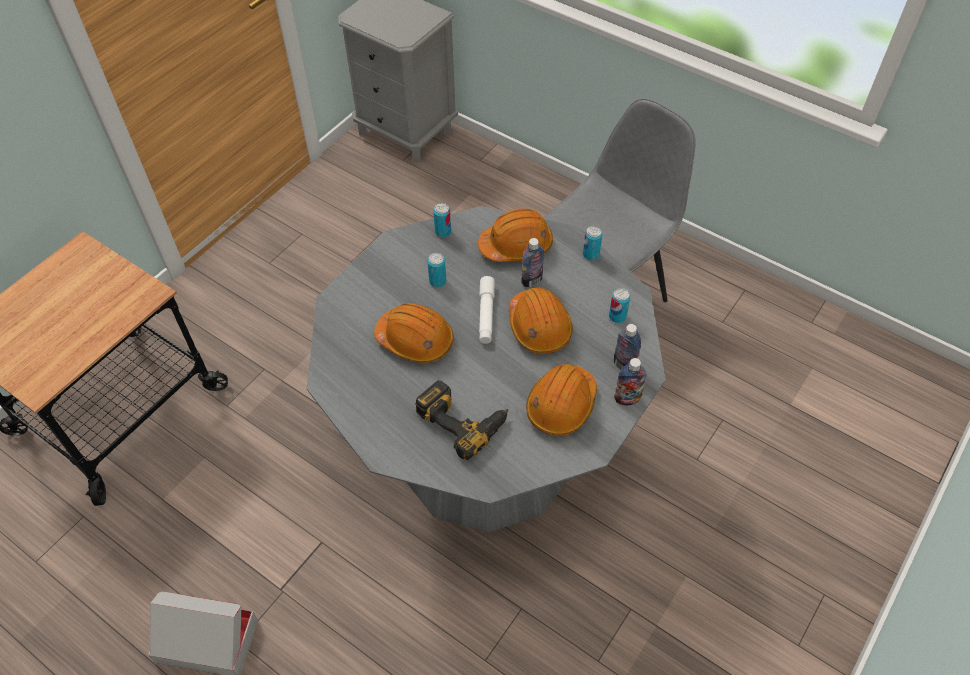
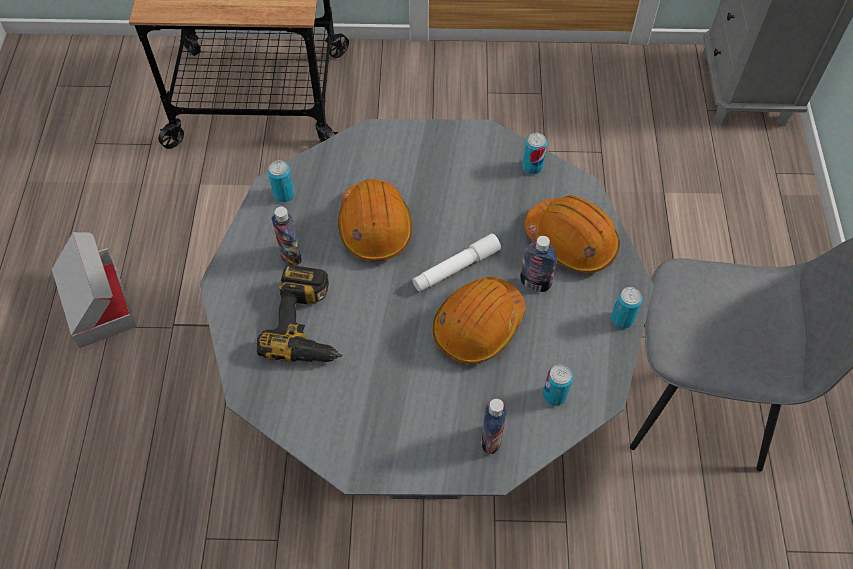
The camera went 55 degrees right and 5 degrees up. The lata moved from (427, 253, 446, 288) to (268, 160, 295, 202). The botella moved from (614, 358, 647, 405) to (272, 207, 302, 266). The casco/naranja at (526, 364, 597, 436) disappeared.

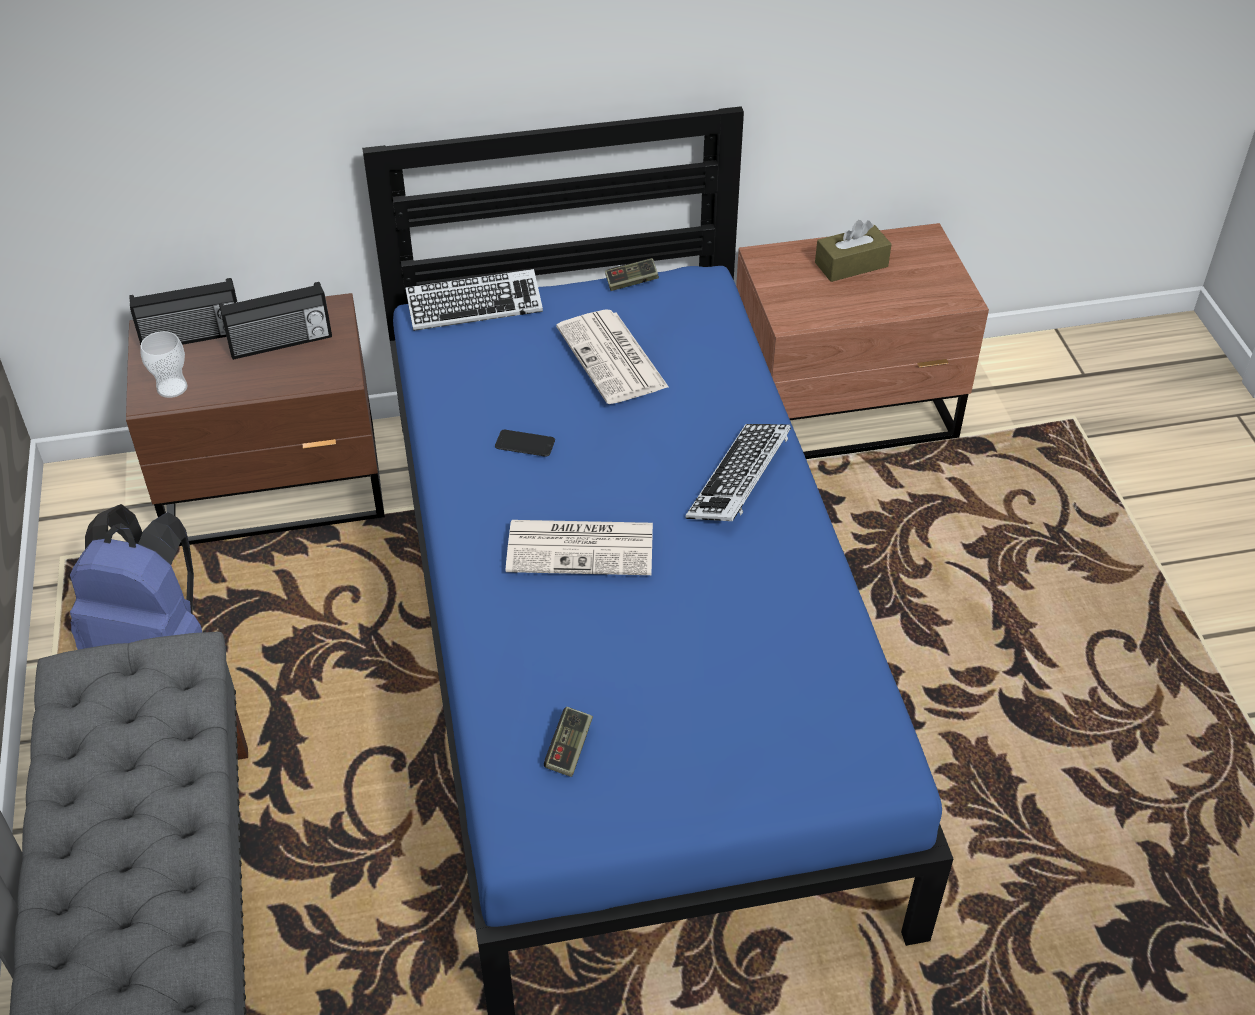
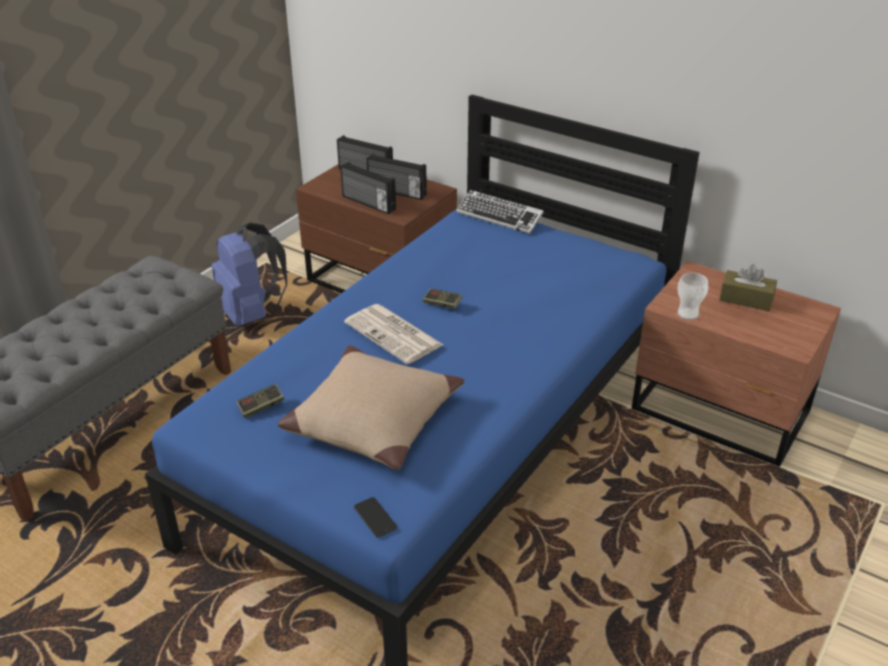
The camera went 45 degrees right and 10 degrees down. The mando de consola moved from (605, 258, 659, 291) to (423, 289, 462, 309). The periódico at (556, 309, 669, 404) disappeared. The taza moved from (140, 331, 188, 398) to (677, 273, 709, 320). The teclado at (686, 424, 791, 521) disappeared. The móvil moved from (495, 430, 555, 457) to (354, 497, 397, 538). The radio at (340, 162, 396, 214) appeared. The cojín/beis at (278, 345, 464, 470) appeared.

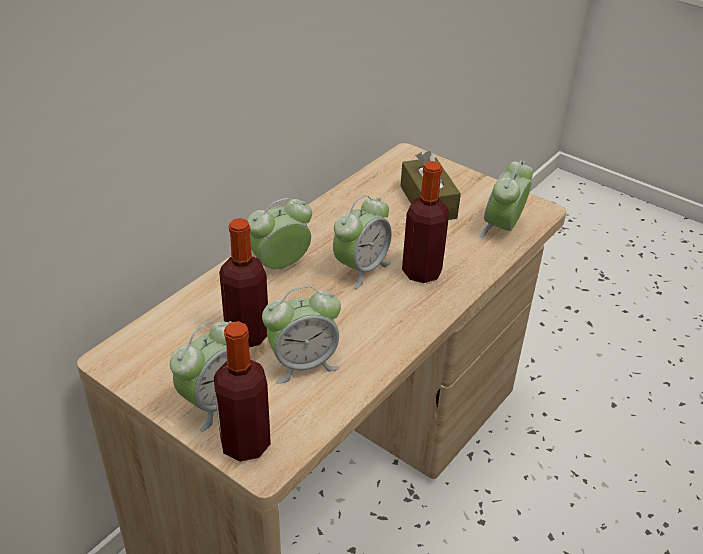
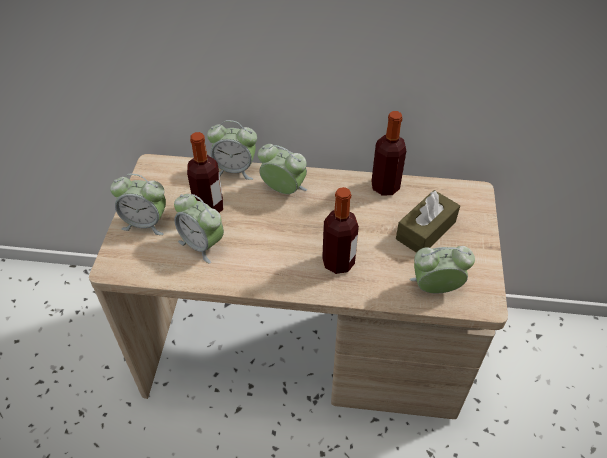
The camera went 60 degrees right and 10 degrees up. The despertador moved from (333, 195, 392, 289) to (207, 120, 257, 180). The botella moved from (214, 321, 271, 462) to (371, 111, 406, 195).

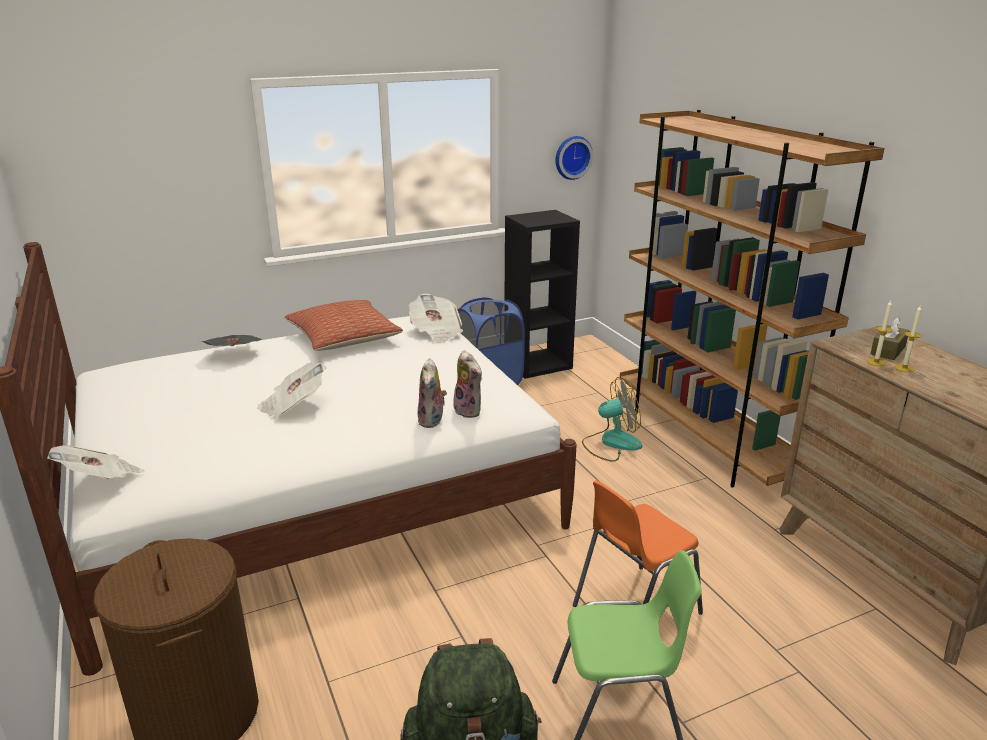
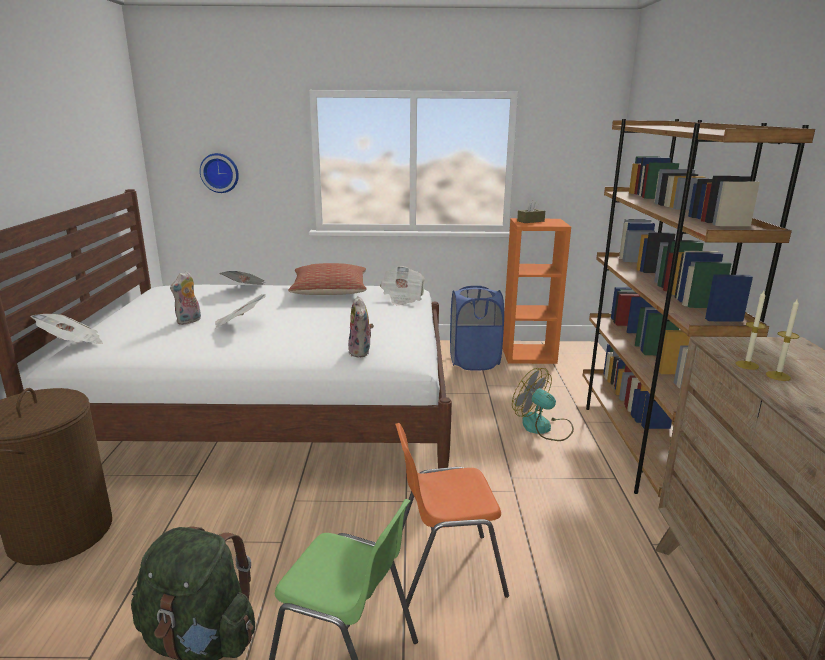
The camera went 25 degrees right and 5 degrees down. The reloj de pared moved from (555, 136, 593, 180) to (200, 153, 239, 193). The estantería/negro at (505, 210, 580, 379) became the estantería/naranja at (502, 218, 571, 364). The caja de pañuelos/marrón moved from (870, 317, 910, 360) to (517, 200, 545, 223). The peluche moved from (418, 358, 447, 428) to (170, 271, 201, 325). The ventilador at (582, 377, 643, 462) turned 150 degrees counterclockwise.

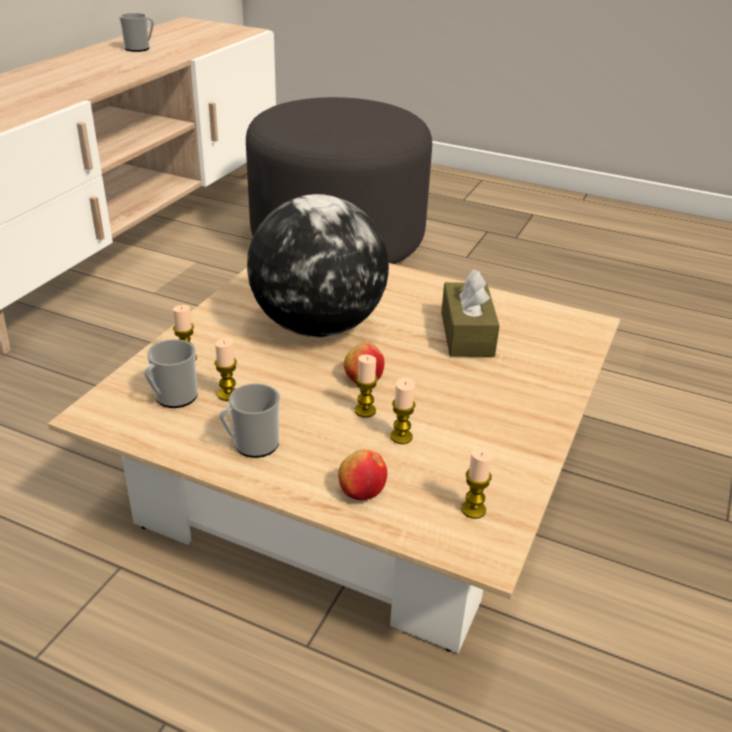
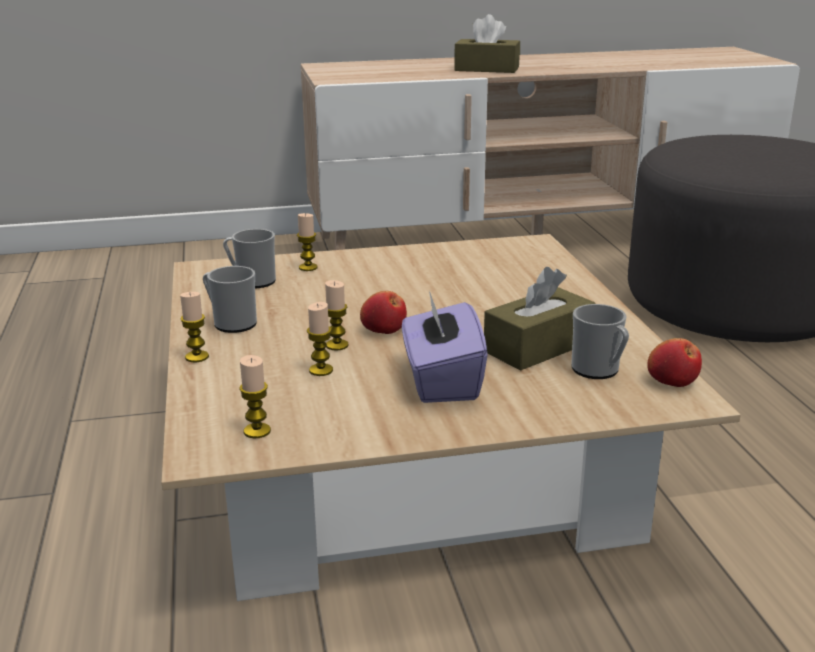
The camera went 55 degrees right and 10 degrees down. The taza grande moved from (119, 13, 154, 52) to (571, 304, 629, 379). The globo terráqueo at (247, 194, 389, 337) disappeared. The vela moved from (215, 338, 237, 401) to (180, 292, 209, 362). The manzana moved from (338, 449, 387, 500) to (647, 338, 702, 387). The caja de pañuelos/marrón at (454, 14, 520, 73) appeared. The caja de pañuelos/morado at (402, 291, 488, 403) appeared.

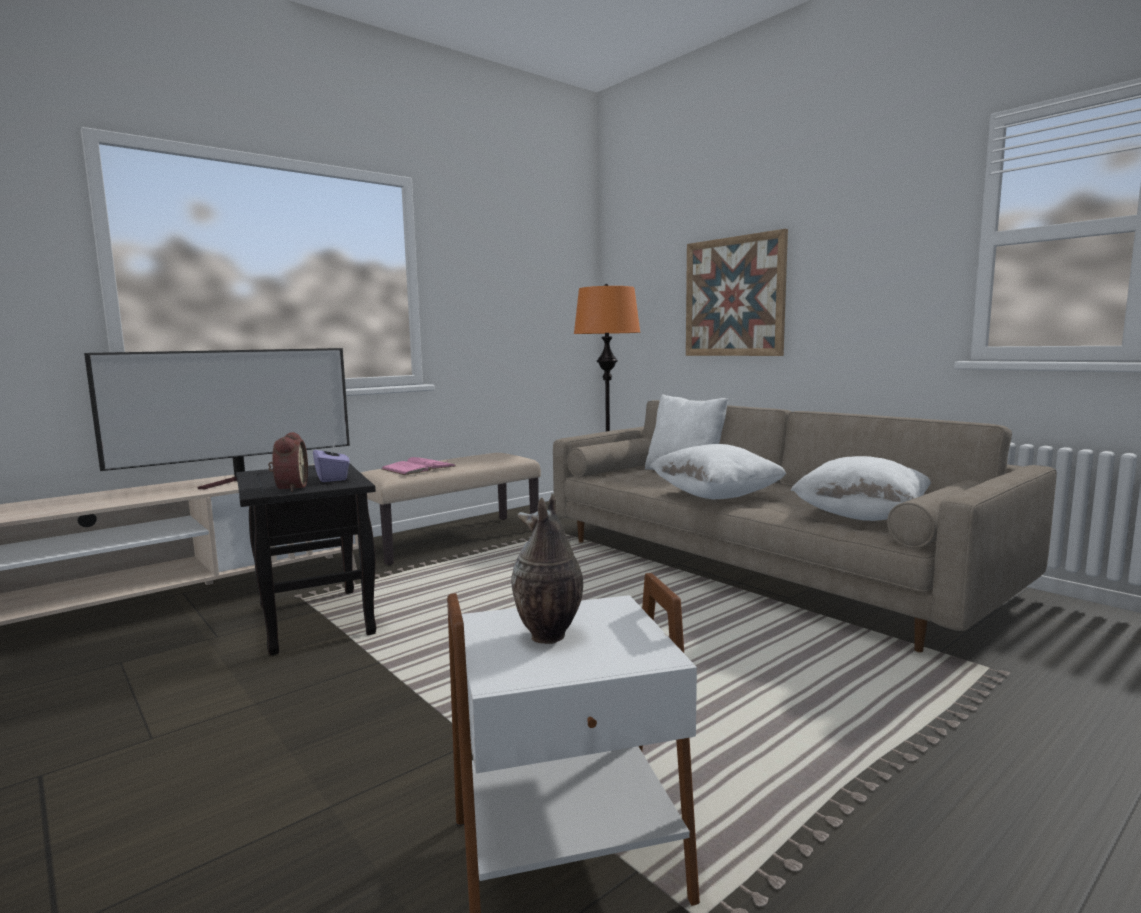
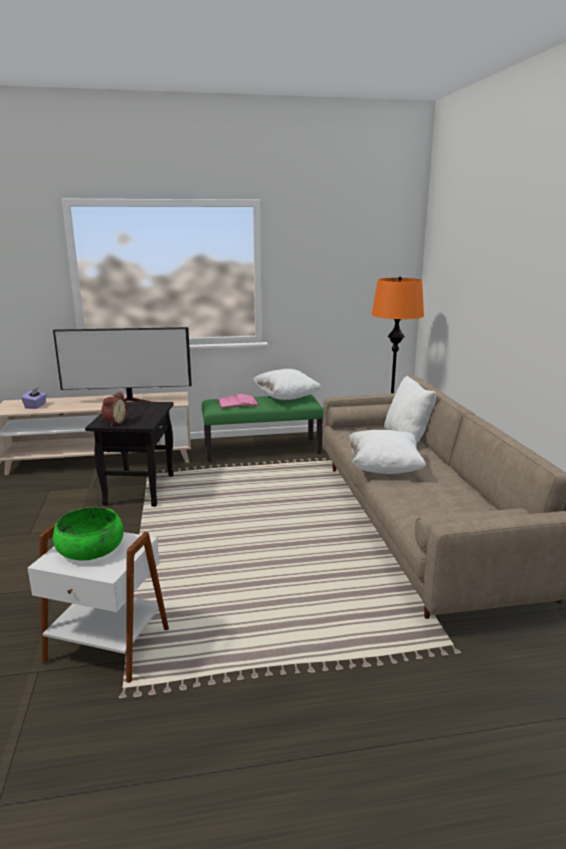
The camera went 30 degrees right and 10 degrees up. The cuadro at (686, 229, 788, 356) disappeared. The caja de pañuelos/morado moved from (313, 441, 350, 482) to (21, 388, 47, 409). The banco/beis at (358, 453, 541, 565) became the banco/verde at (202, 395, 323, 462). The cojín/blanco moved from (790, 456, 931, 521) to (253, 369, 321, 400). The florero at (511, 493, 583, 644) was replaced by the cuenco/verde at (53, 507, 124, 561).

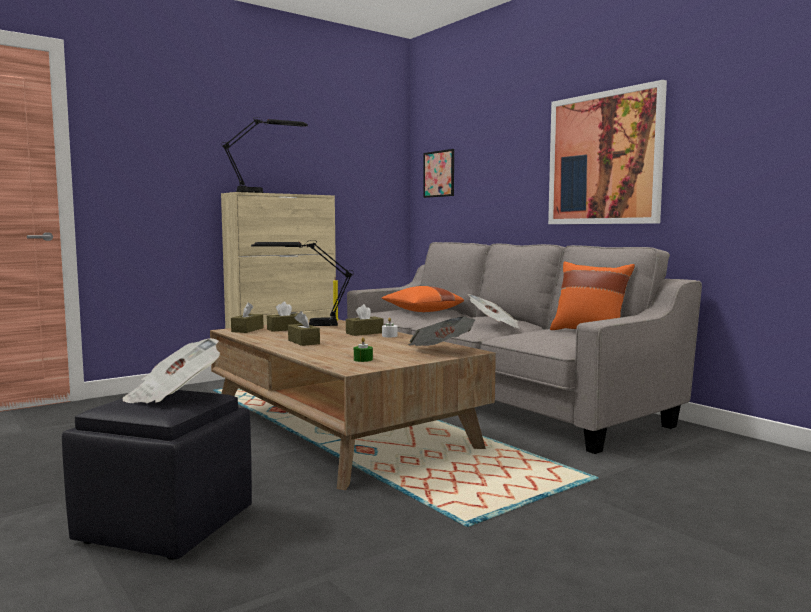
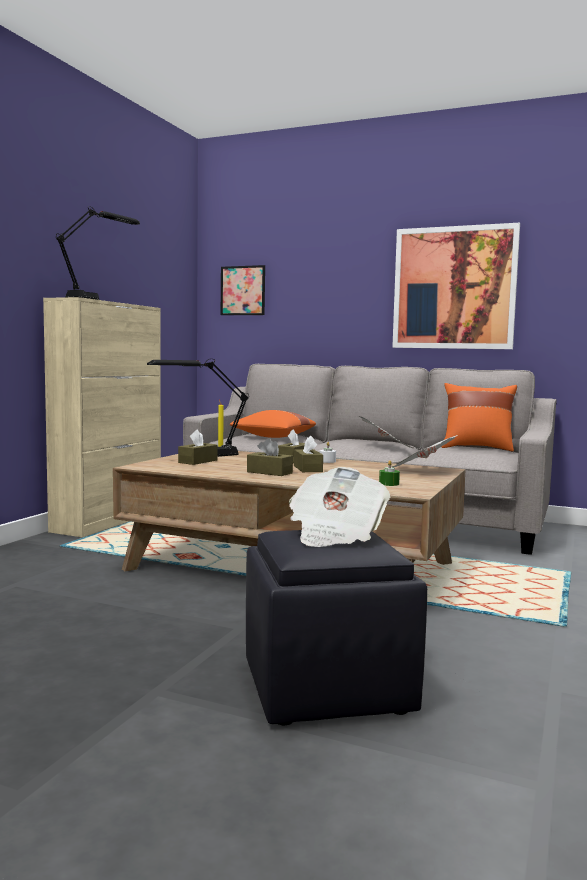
The camera went 30 degrees left and 0 degrees up. The caja de pañuelos/marrón moved from (231, 302, 264, 333) to (294, 435, 323, 472).

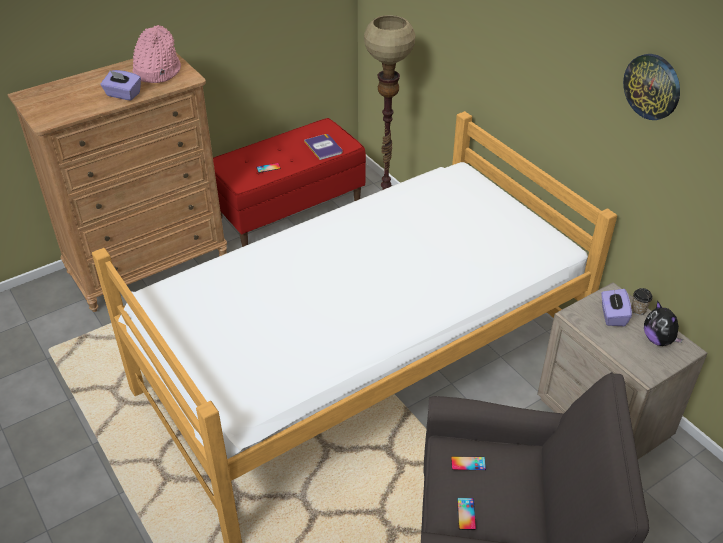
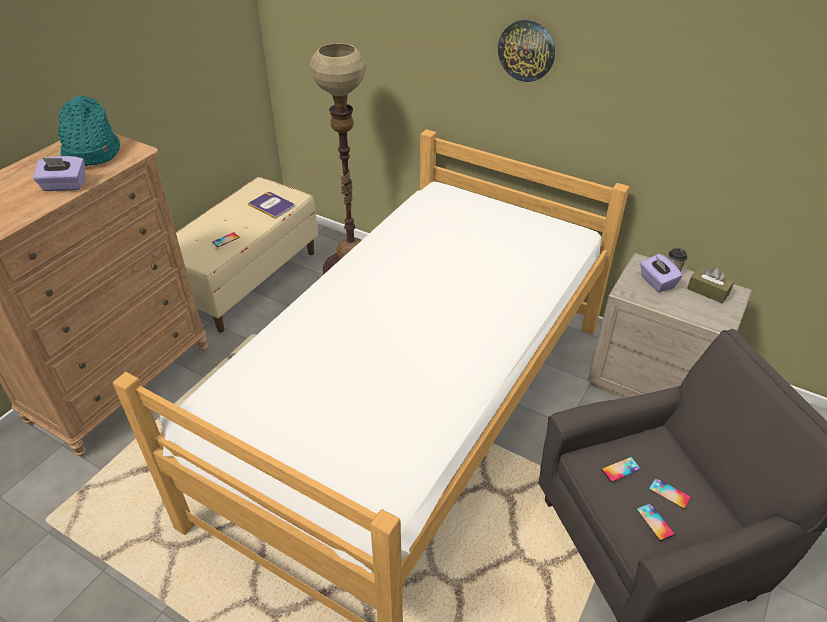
The camera went 25 degrees left and 0 degrees up. The sombrero/rosa at (132, 25, 181, 83) became the sombrero/turquesa at (58, 95, 120, 166). The reloj de pared moved from (623, 54, 680, 120) to (498, 20, 555, 82). The banco/rojo at (213, 118, 366, 247) became the banco/beis at (176, 177, 318, 333). The peluche at (644, 300, 683, 346) was replaced by the caja de pañuelos/marrón at (687, 267, 734, 303). The móvil at (649, 478, 691, 509) appeared.

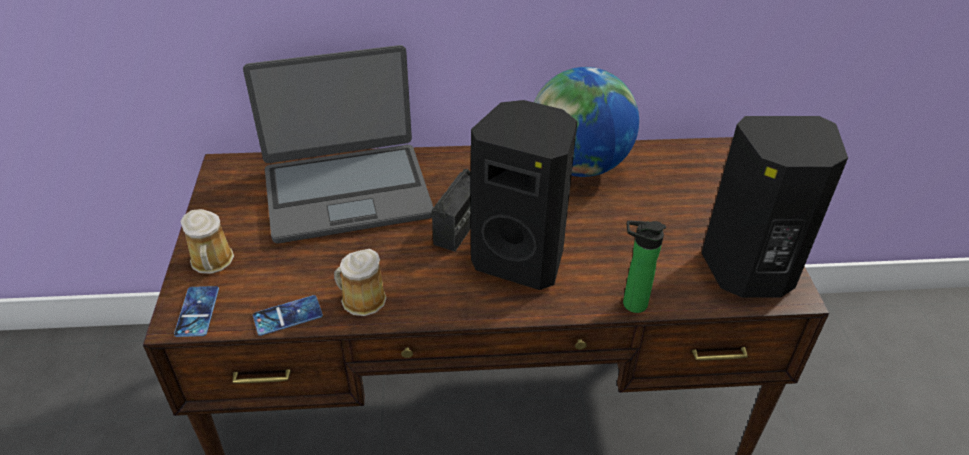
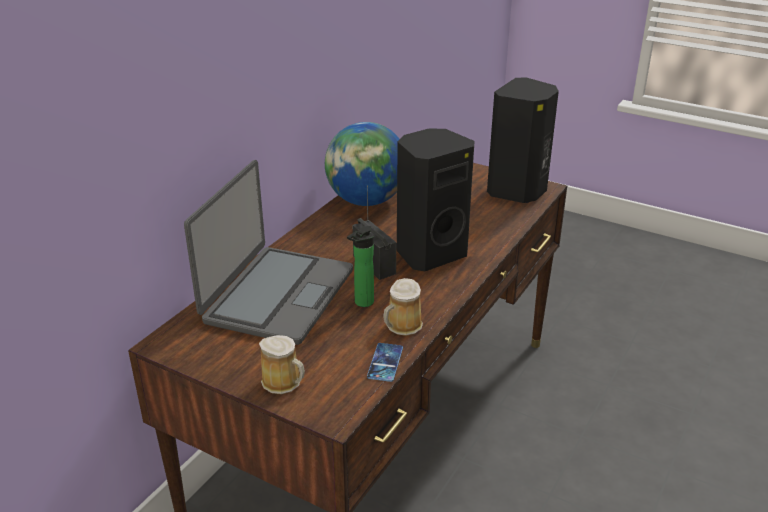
The camera went 55 degrees left and 10 degrees down. The botella moved from (623, 220, 666, 313) to (347, 226, 374, 307). The móvil at (174, 286, 219, 337) disappeared.

